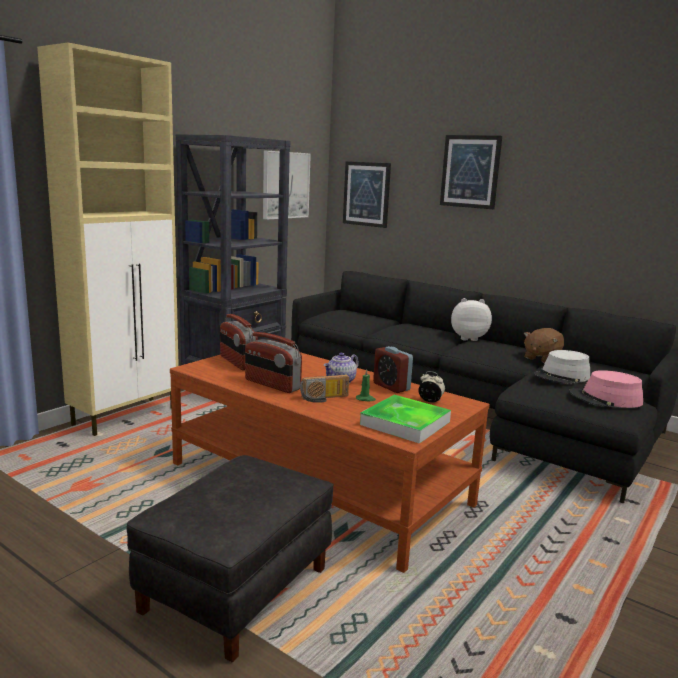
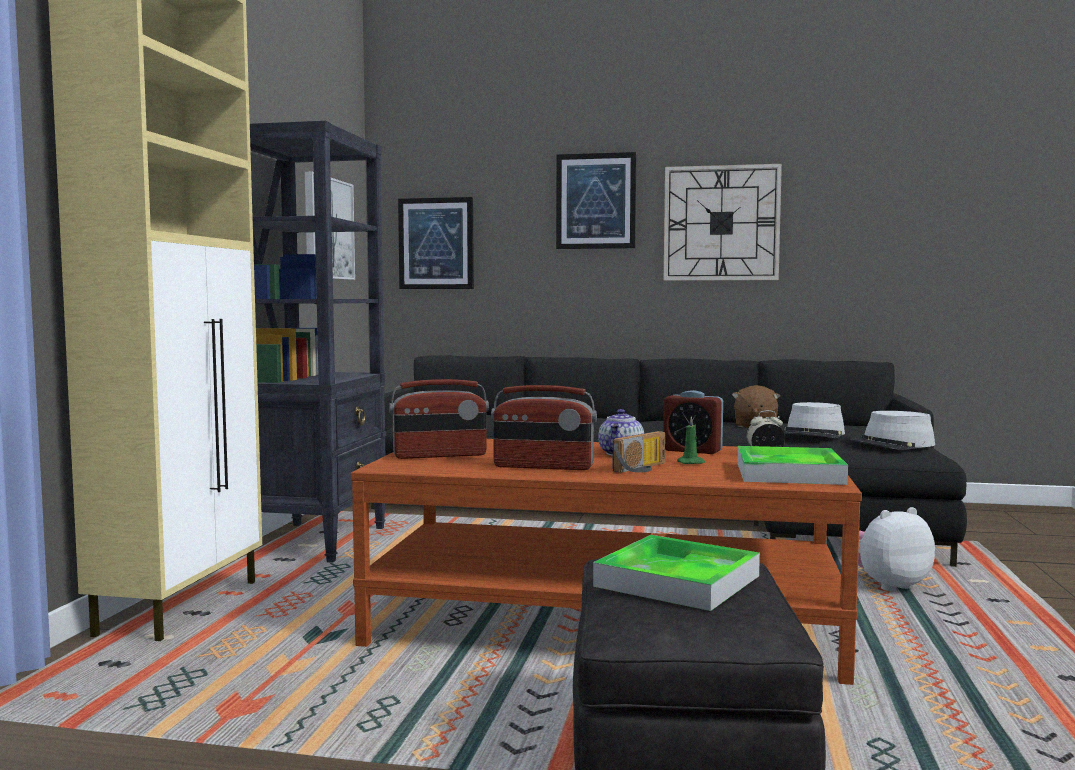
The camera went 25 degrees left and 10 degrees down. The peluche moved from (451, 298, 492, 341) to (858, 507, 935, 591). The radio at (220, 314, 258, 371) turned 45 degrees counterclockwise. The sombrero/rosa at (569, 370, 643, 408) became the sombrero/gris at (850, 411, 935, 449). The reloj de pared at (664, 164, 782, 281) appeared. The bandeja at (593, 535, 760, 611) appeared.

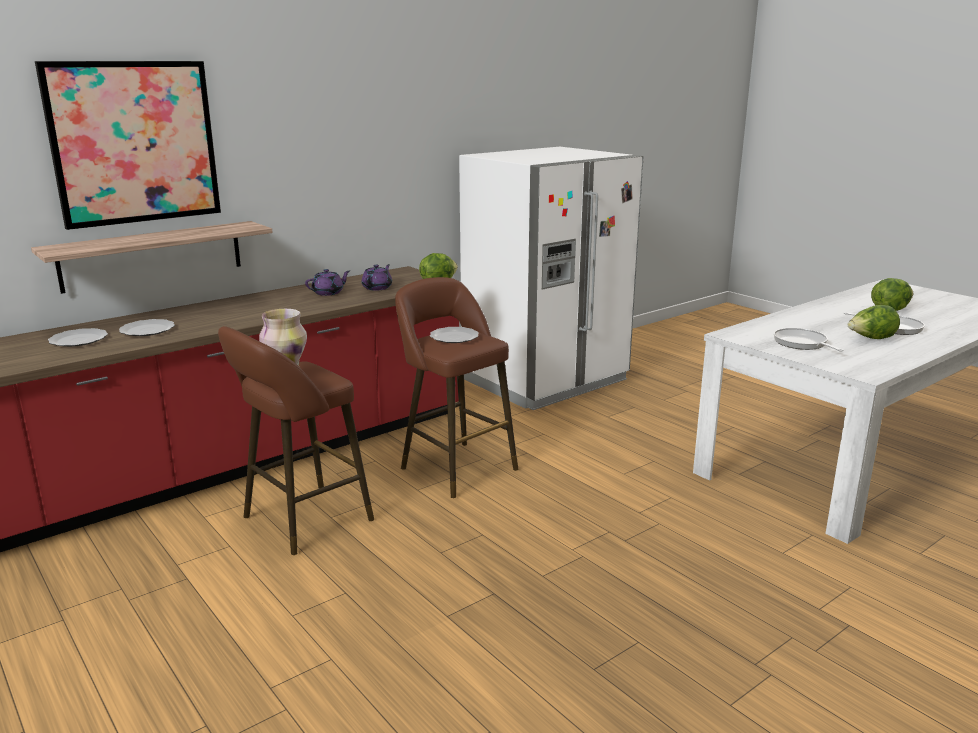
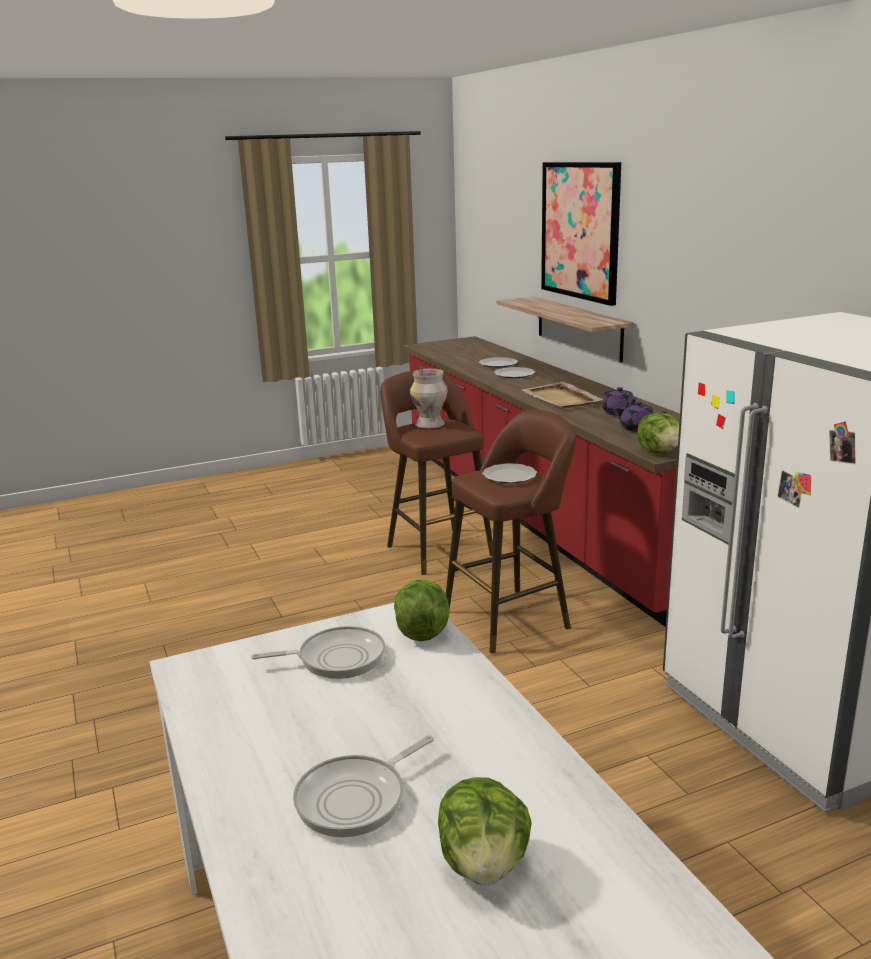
The camera went 105 degrees right and 0 degrees up. The lechuga moved from (848, 305, 900, 339) to (394, 579, 450, 641). The bandeja/beis at (521, 382, 604, 408) appeared.

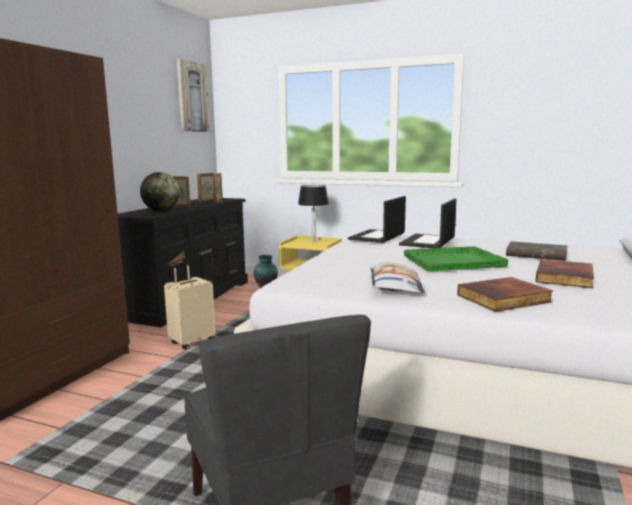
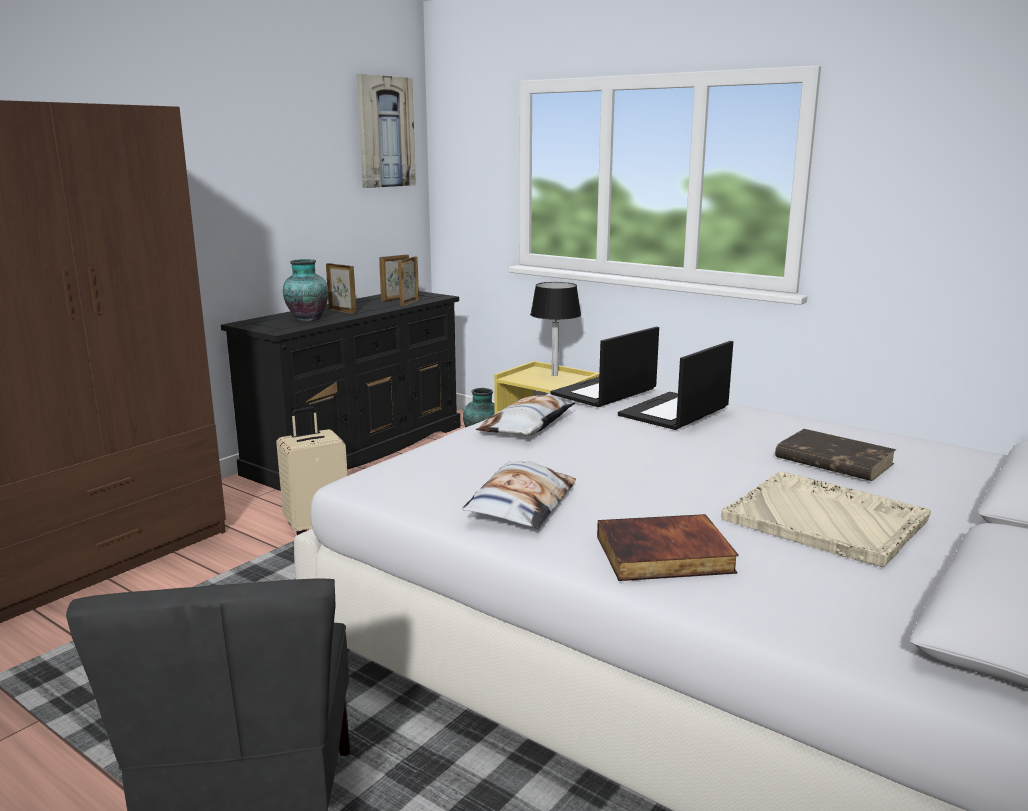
The camera went 15 degrees right and 5 degrees up. The globo terráqueo at (140, 172, 180, 211) was replaced by the florero at (283, 259, 329, 321). The bandeja/verde at (404, 246, 508, 271) disappeared. The libro at (536, 259, 594, 288) was replaced by the bandeja/beis at (722, 471, 931, 567). The cojín at (476, 395, 575, 436) appeared.

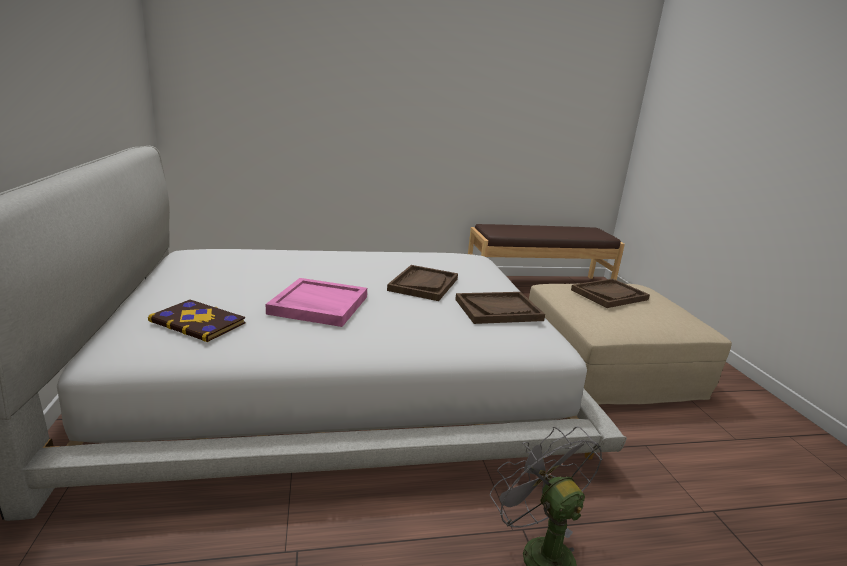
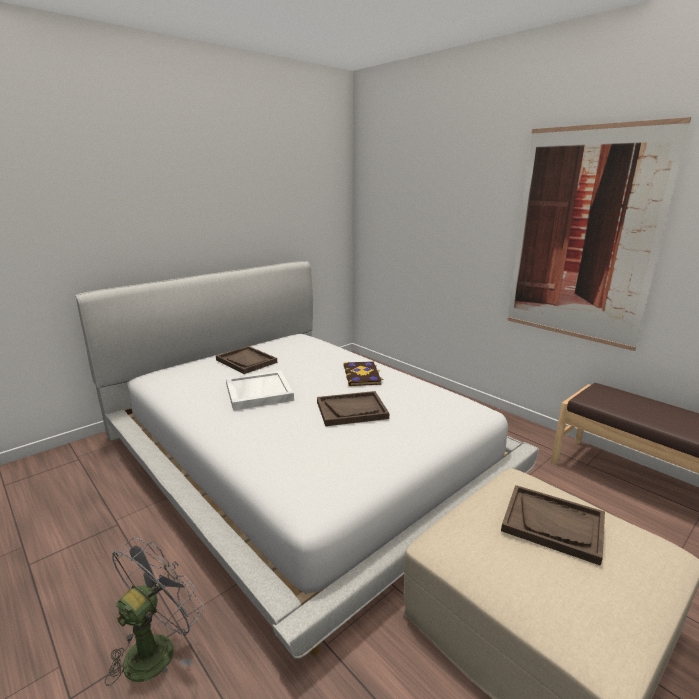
The camera went 60 degrees right and 0 degrees up. The bandeja/rosa at (266, 278, 367, 327) became the bandeja/blanco at (226, 371, 294, 410). The bandeja/marrón moved from (455, 292, 545, 324) to (216, 346, 277, 374). The libro moved from (148, 299, 246, 342) to (343, 361, 384, 386). The cuadro at (508, 117, 691, 351) appeared.

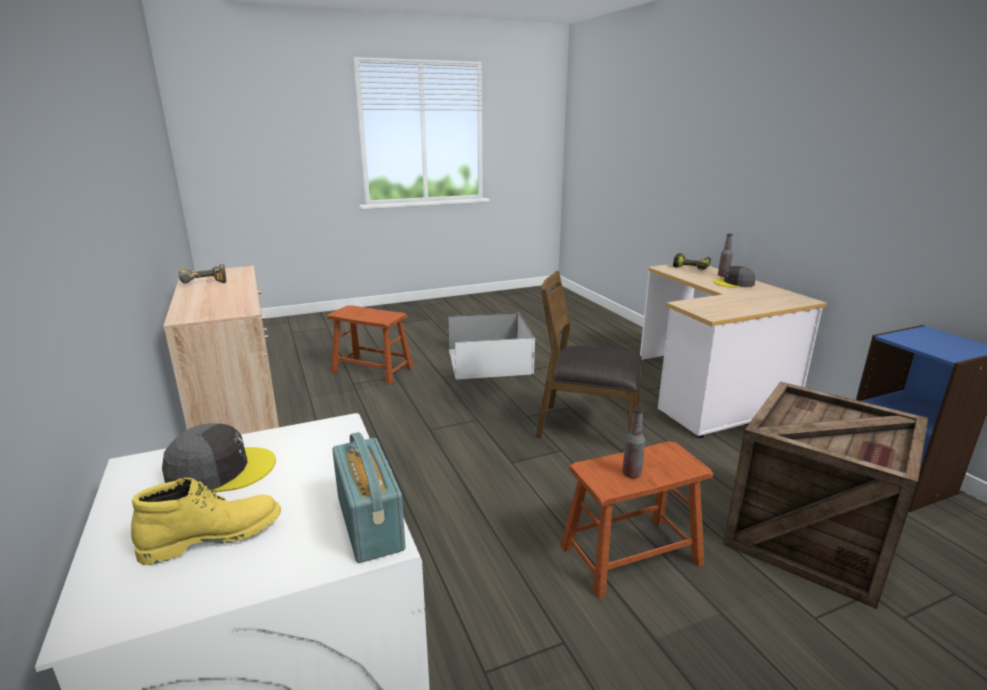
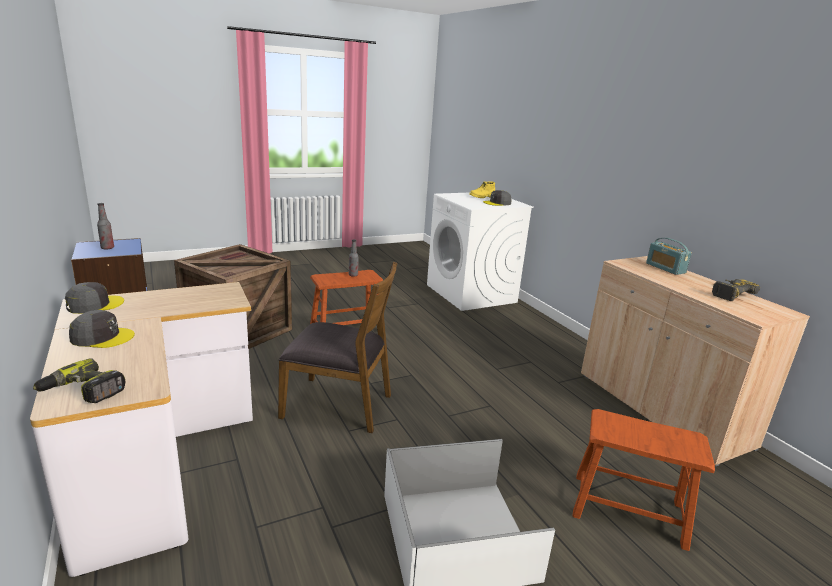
The camera went 175 degrees right and 0 degrees up. The botella moved from (718, 234, 733, 277) to (97, 203, 114, 250). The radio moved from (332, 432, 406, 563) to (646, 238, 692, 275). The gorra/gris at (65, 282, 124, 314) appeared.

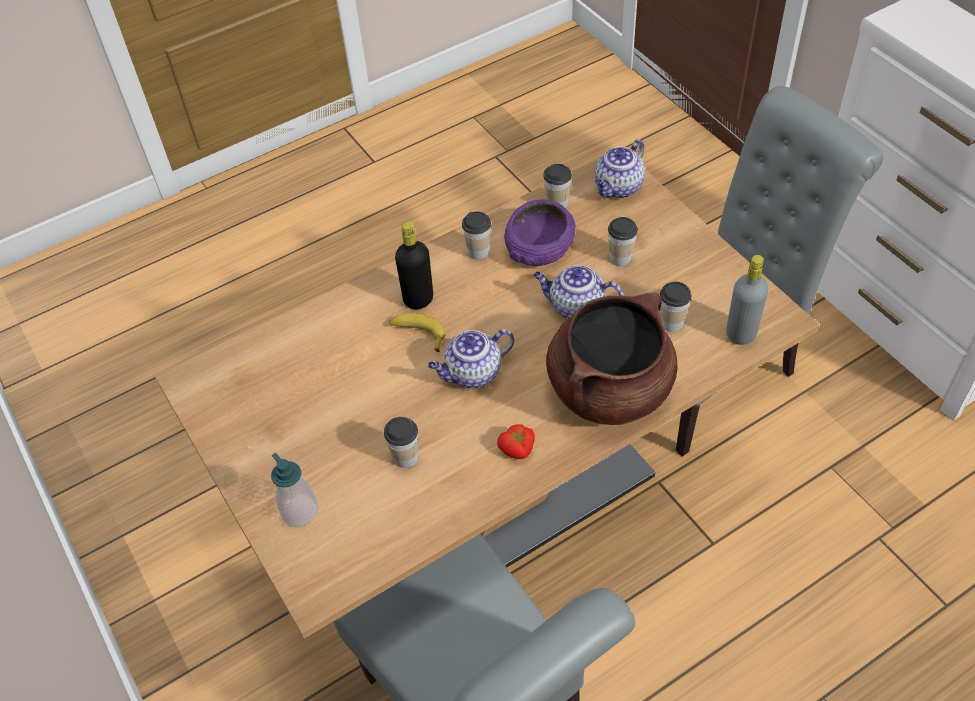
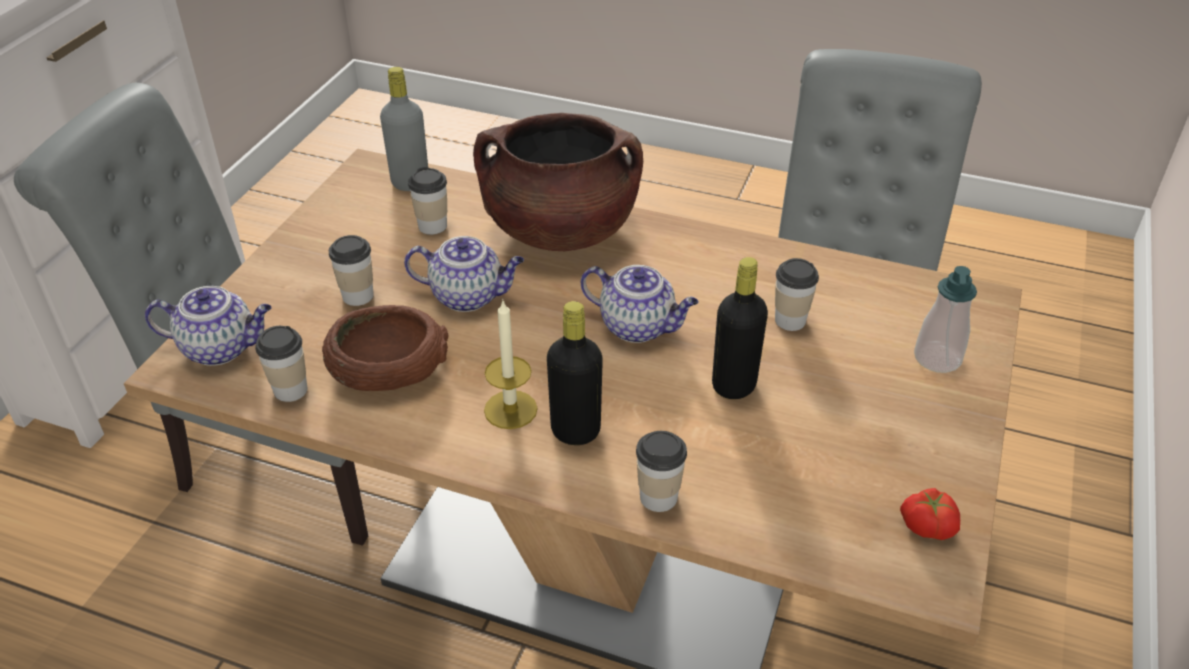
The camera went 130 degrees left and 10 degrees down. The cuenco/morado at (504, 199, 576, 266) became the cuenco/marrón at (322, 305, 449, 391). The taza moved from (462, 211, 491, 260) to (636, 431, 687, 512). The tetera at (533, 265, 623, 319) turned 60 degrees counterclockwise. The plátano at (389, 313, 445, 352) disappeared. The tomate moved from (497, 424, 535, 459) to (900, 488, 960, 540). The botella/negro at (712, 257, 768, 399) appeared. The vela at (484, 299, 538, 429) appeared.

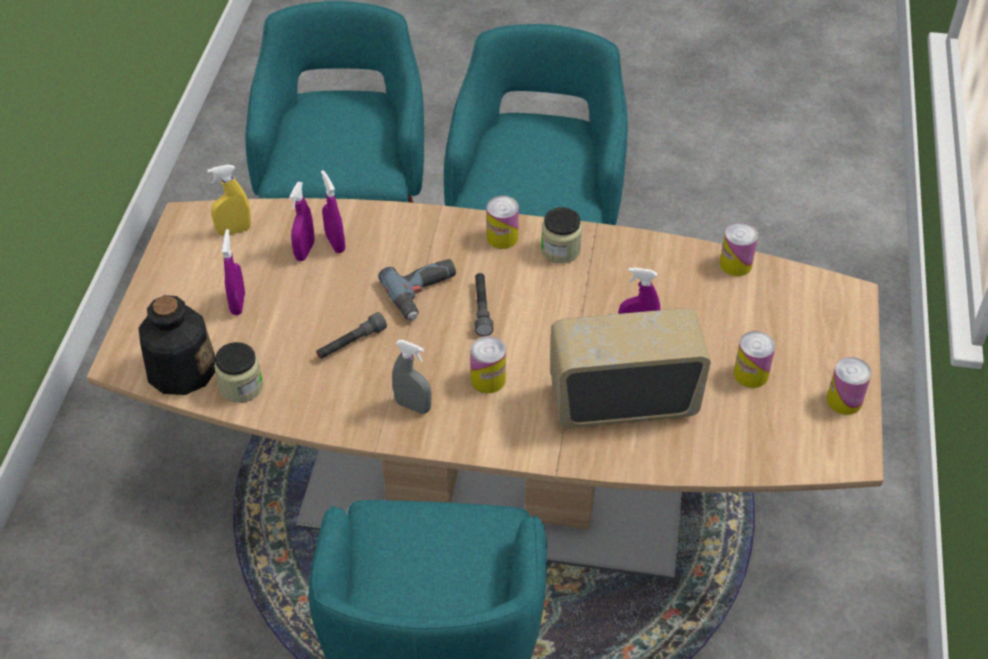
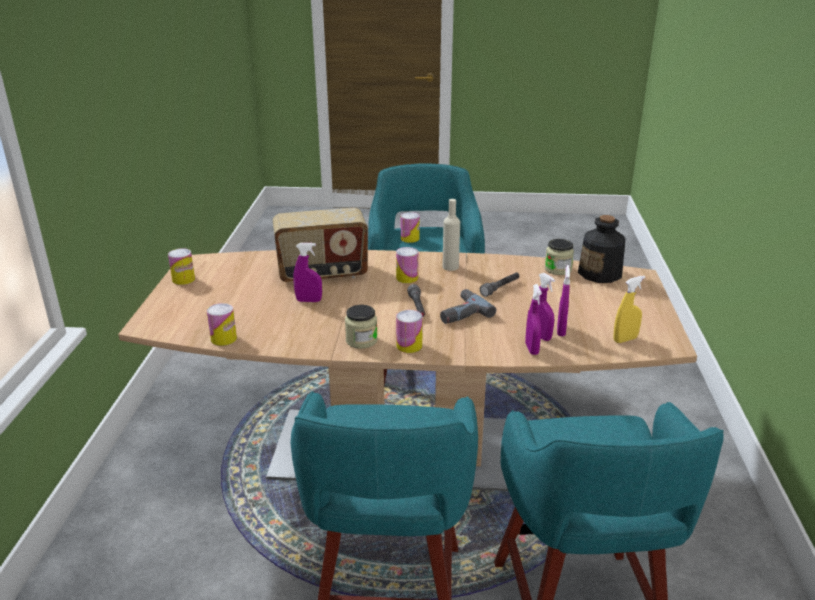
The camera went 175 degrees right and 20 degrees down. The pulverizador/morado moved from (222, 229, 245, 315) to (525, 284, 542, 355). The lata moved from (734, 331, 775, 388) to (401, 212, 420, 243). The pulverizador/gris at (392, 340, 432, 414) was replaced by the botella/beis at (442, 199, 460, 271).

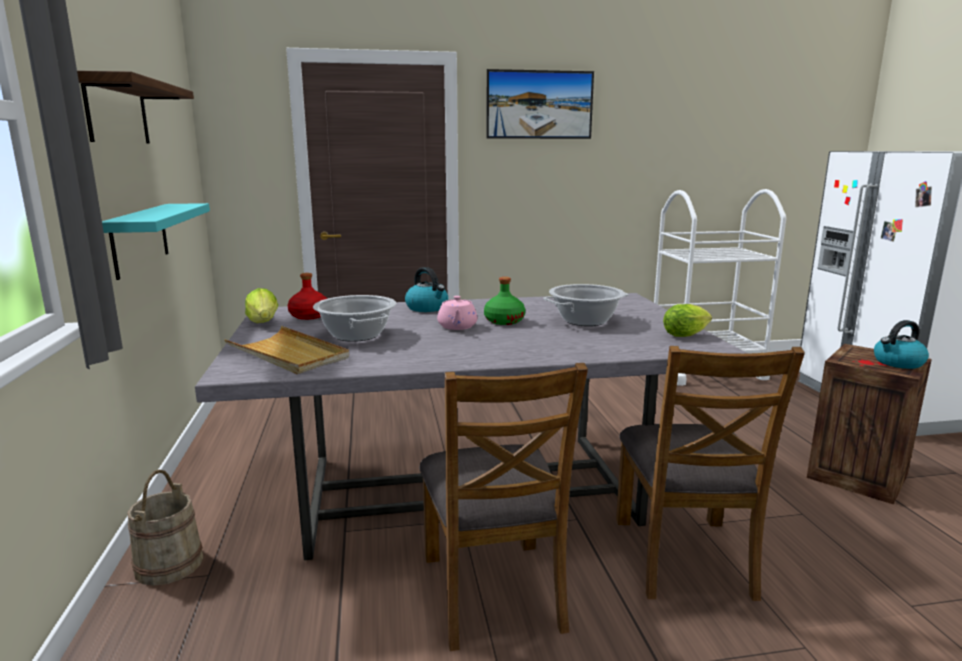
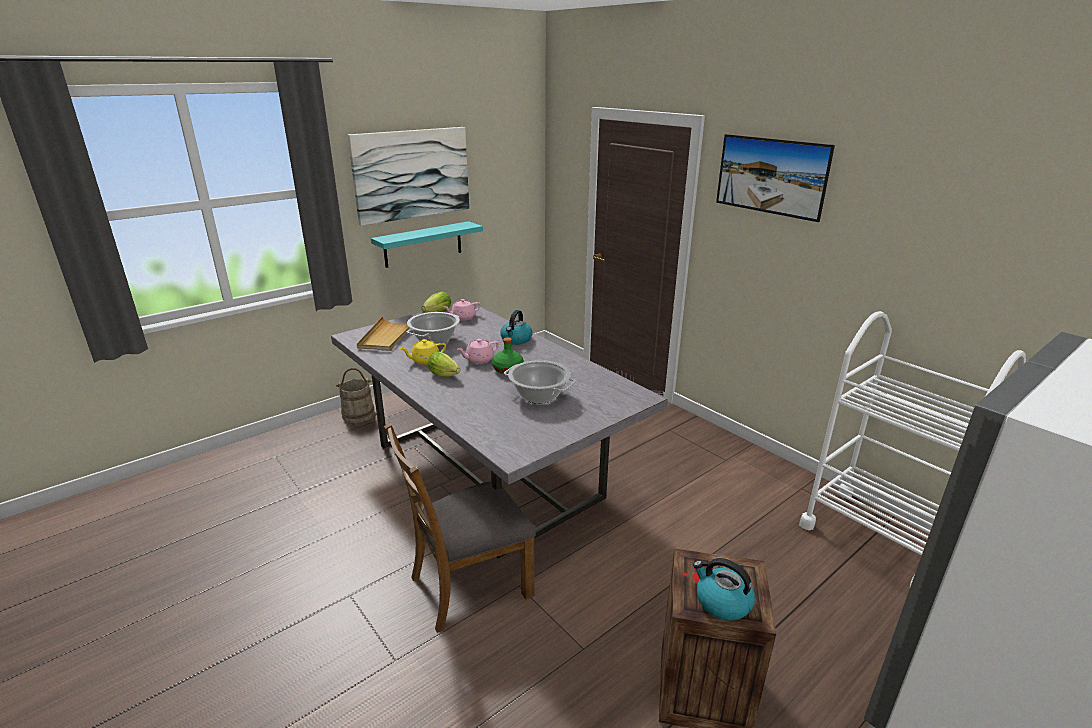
The camera went 60 degrees right and 10 degrees up. The estante at (77, 70, 194, 143) was replaced by the cuadro at (347, 127, 469, 226). The botella/rojo at (288, 273, 327, 320) was replaced by the tetera/rosa at (444, 299, 481, 321). The lechuga moved from (663, 304, 712, 337) to (428, 352, 460, 377). The silla/marrón at (419, 363, 588, 651) disappeared. The tetera/amarillo at (400, 339, 446, 365) appeared.

